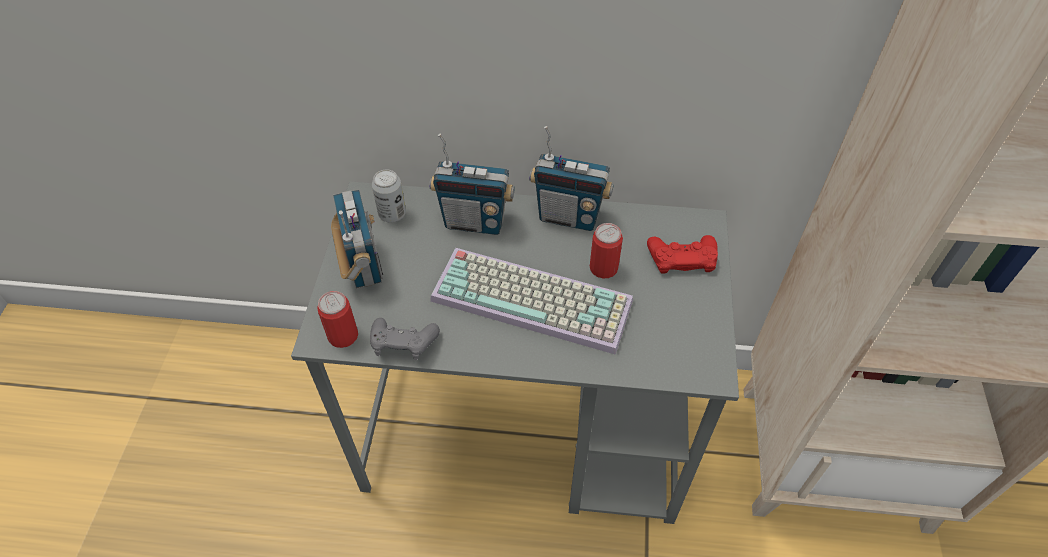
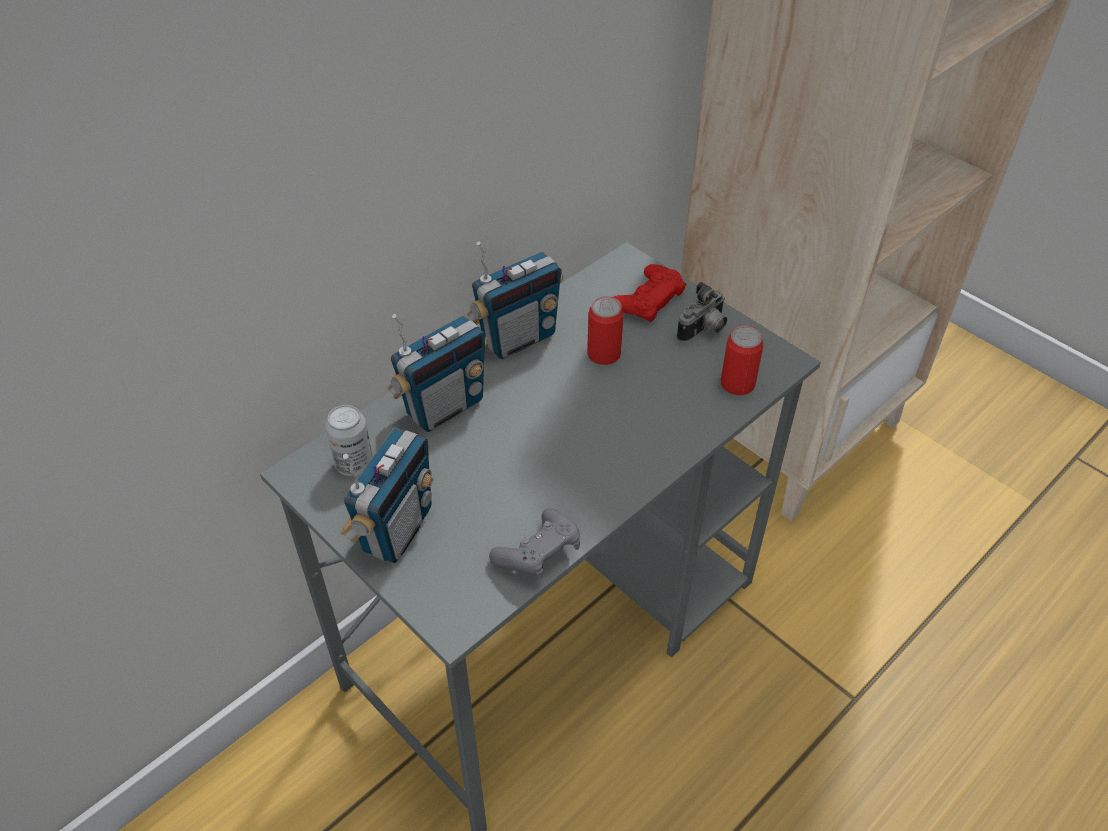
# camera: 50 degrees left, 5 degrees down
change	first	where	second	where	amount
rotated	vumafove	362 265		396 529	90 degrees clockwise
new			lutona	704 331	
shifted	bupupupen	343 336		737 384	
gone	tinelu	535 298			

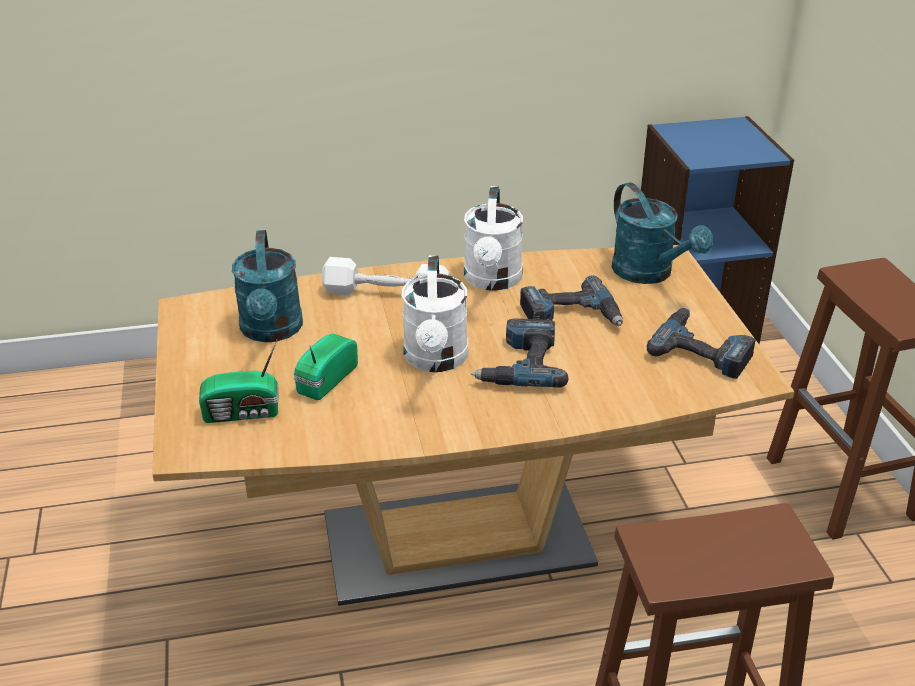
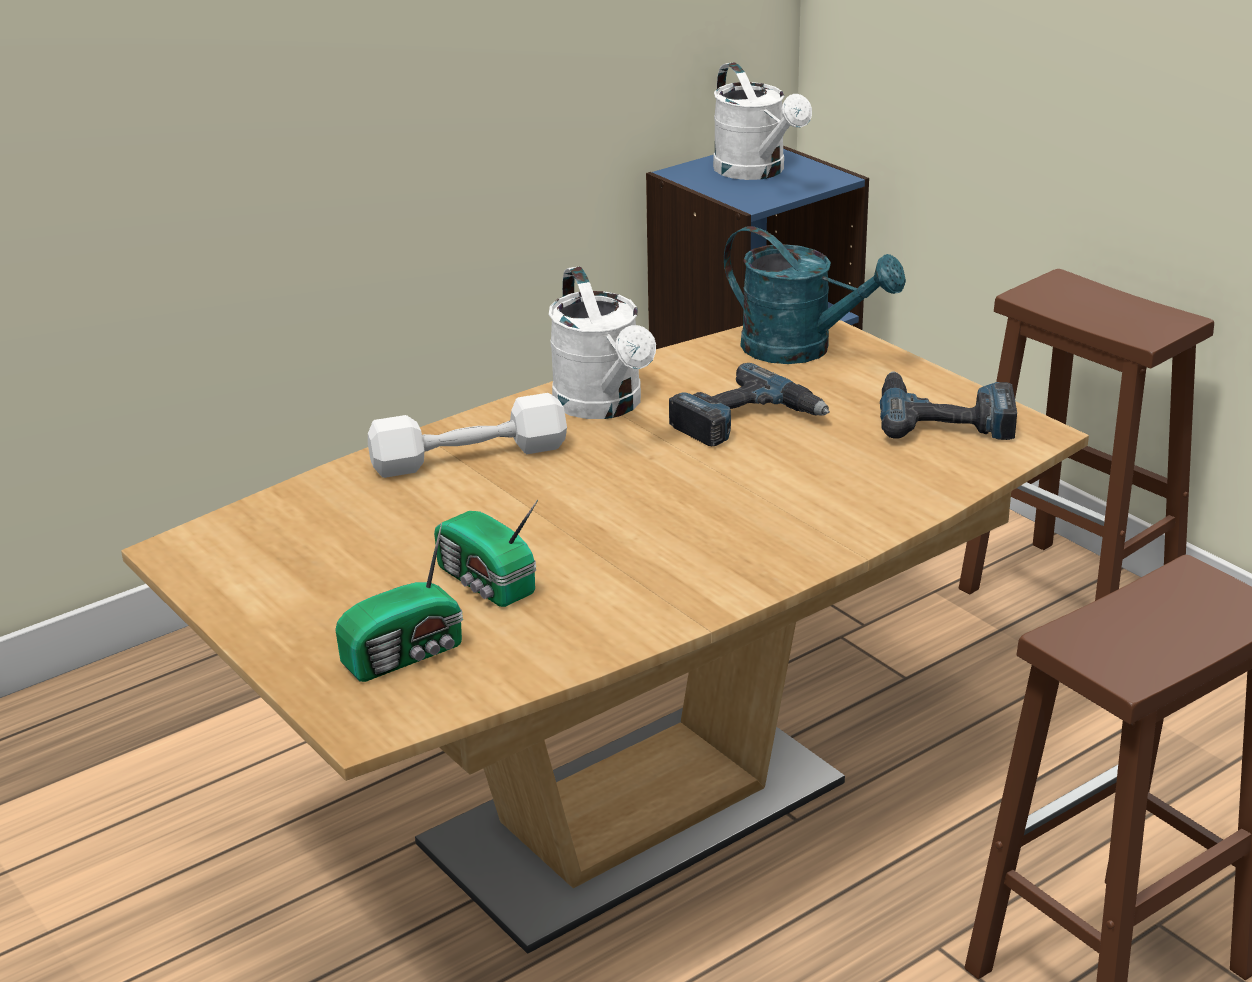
# camera: 25 degrees left, 5 degrees down
change	first	where	second	where	amount
rotated	vumafove	324 380		485 583	45 degrees counterclockwise
shifted	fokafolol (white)	436 360		756 172	
gone	fokafolol (turquoise)	271 331			
gone	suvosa	520 364			

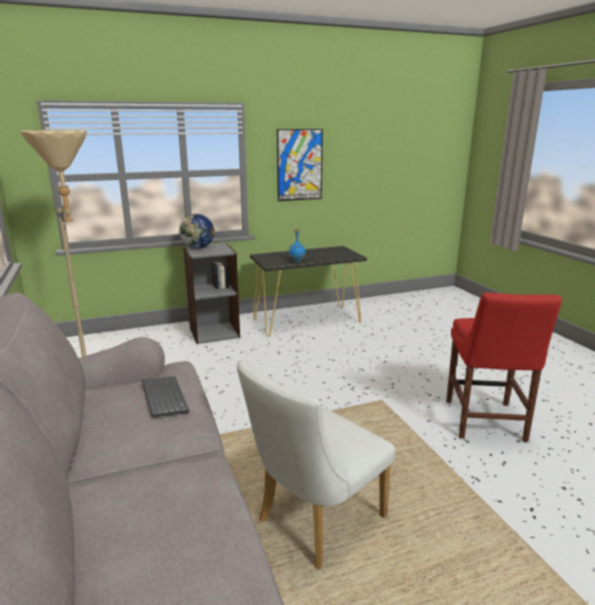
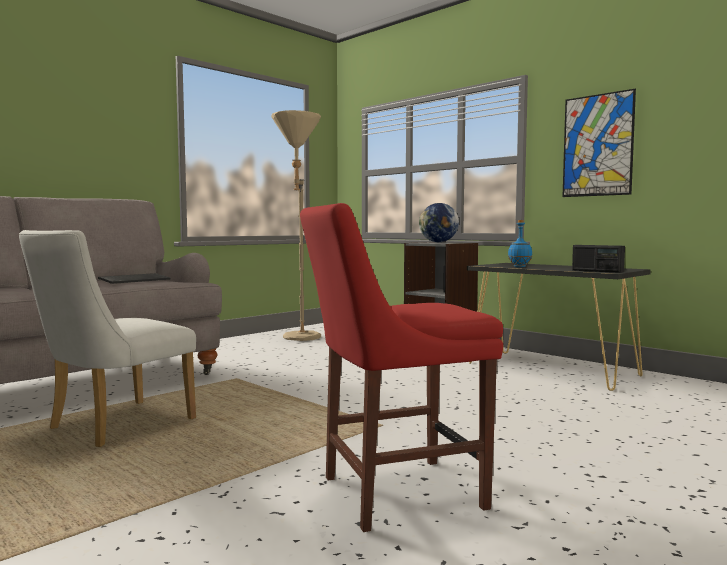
# camera: 65 degrees right, 15 degrees down
change	first	where	second	where	amount
rotated	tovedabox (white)	314 522		113 426	75 degrees counterclockwise
new			vumafove	597 271	

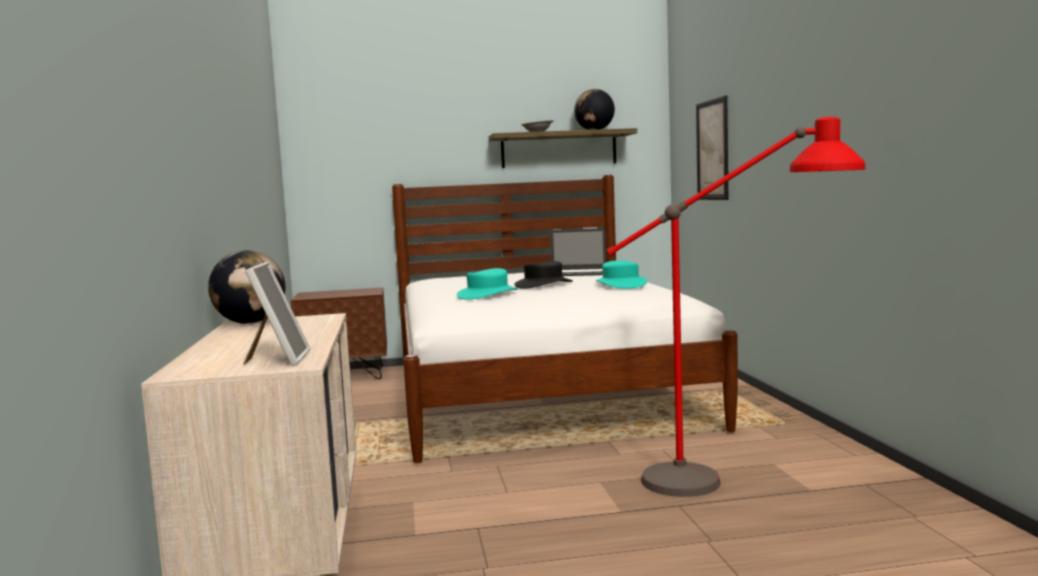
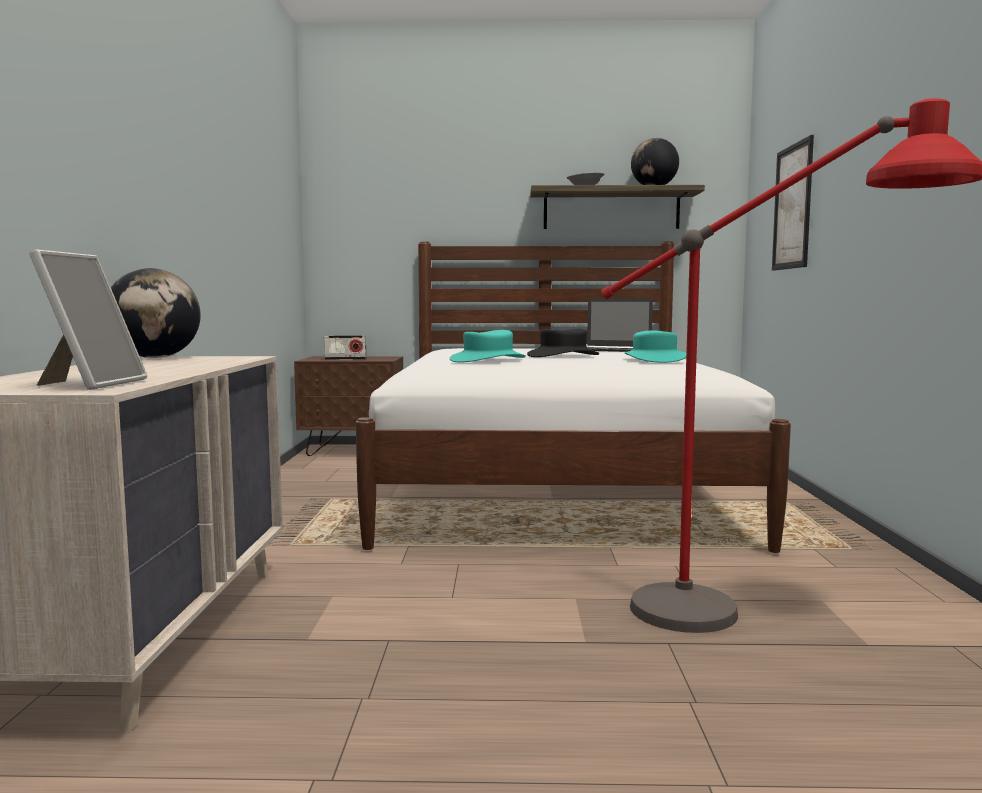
# camera: 10 degrees right, 0 degrees up
change	first	where	second	where	amount
new			vumafove	345 359	

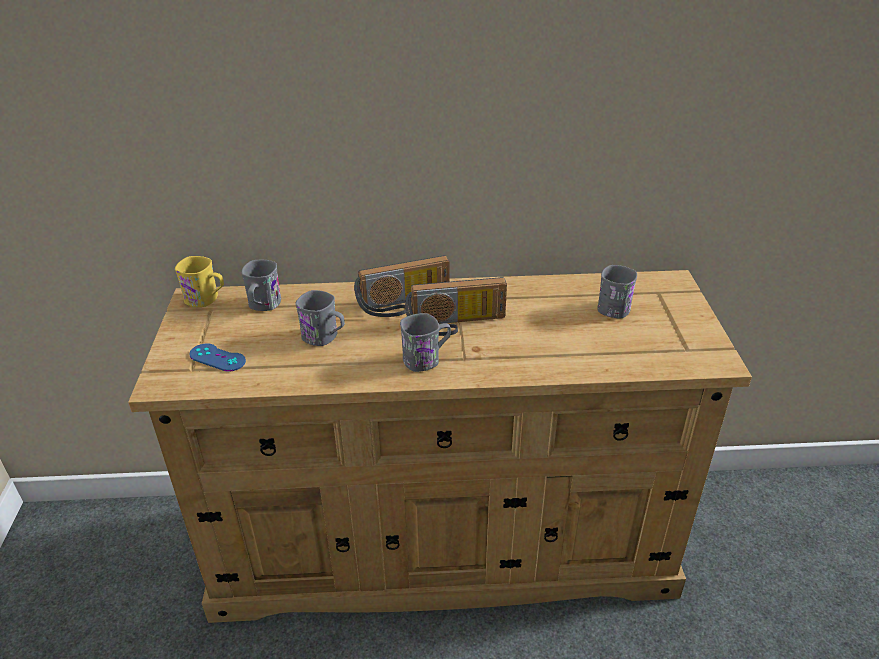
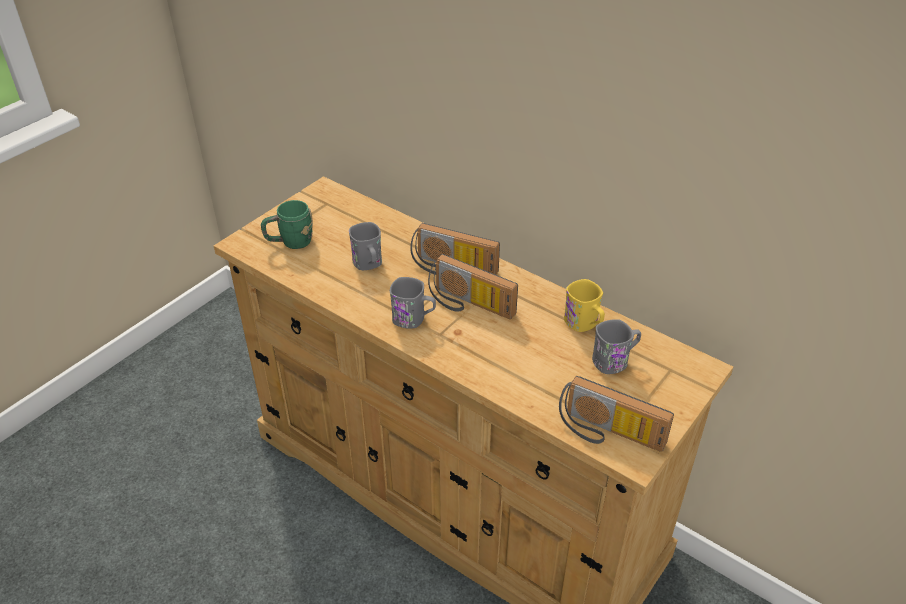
# camera: 40 degrees right, 5 degrees up
change	first	where	second	where	amount
swapped	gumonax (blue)	217 358	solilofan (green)	290 242	
new			vumafove	608 434	
shifted	solilofan (yellow)	207 299		584 324	
gone	solilofan (grey)	263 306			

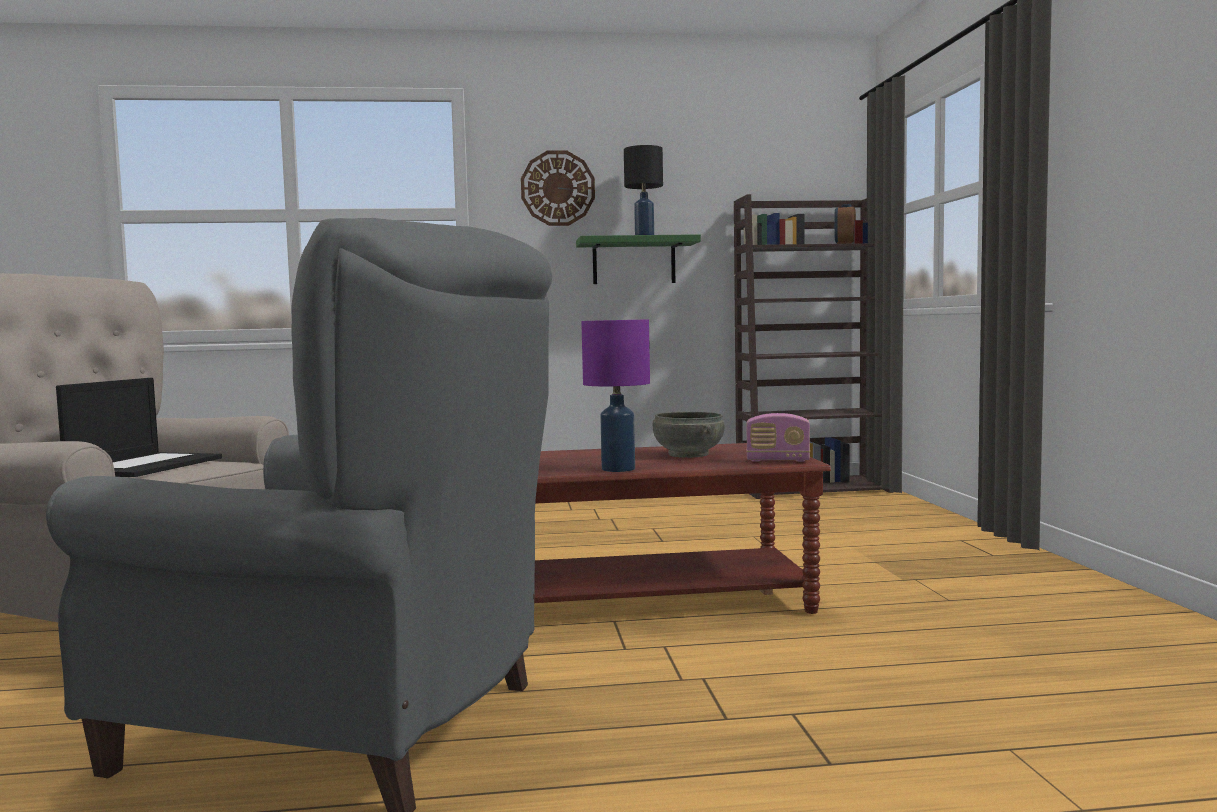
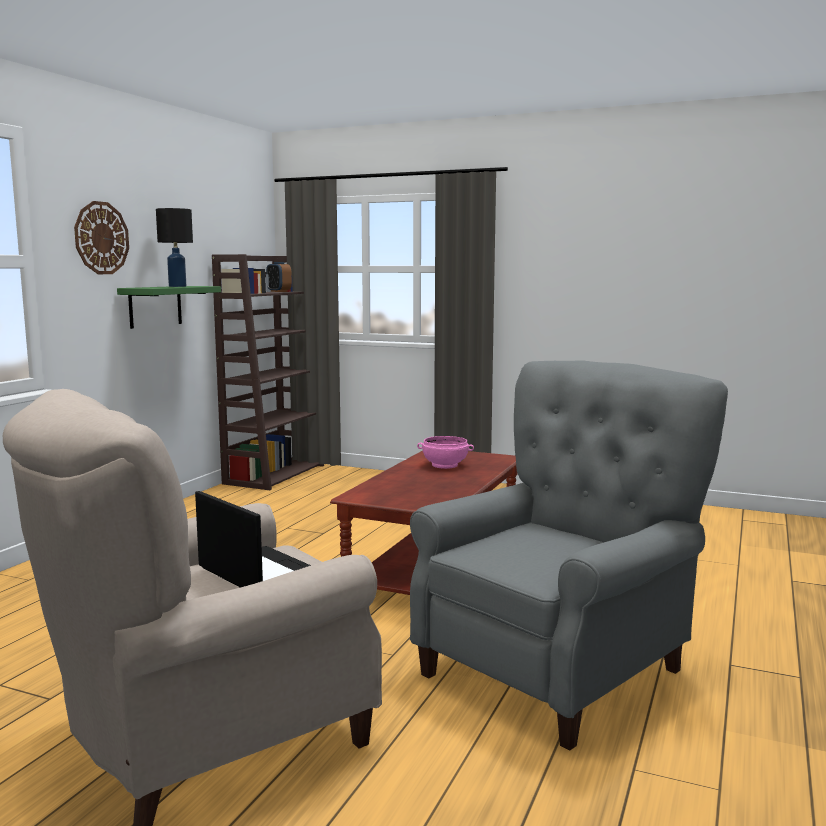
# camera: 60 degrees left, 5 degrees up
change	first	where	second	where	amount
repainted	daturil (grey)	687 454	daturil (pink)	445 465	
gone	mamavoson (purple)	619 469			
gone	vumafove	778 460			

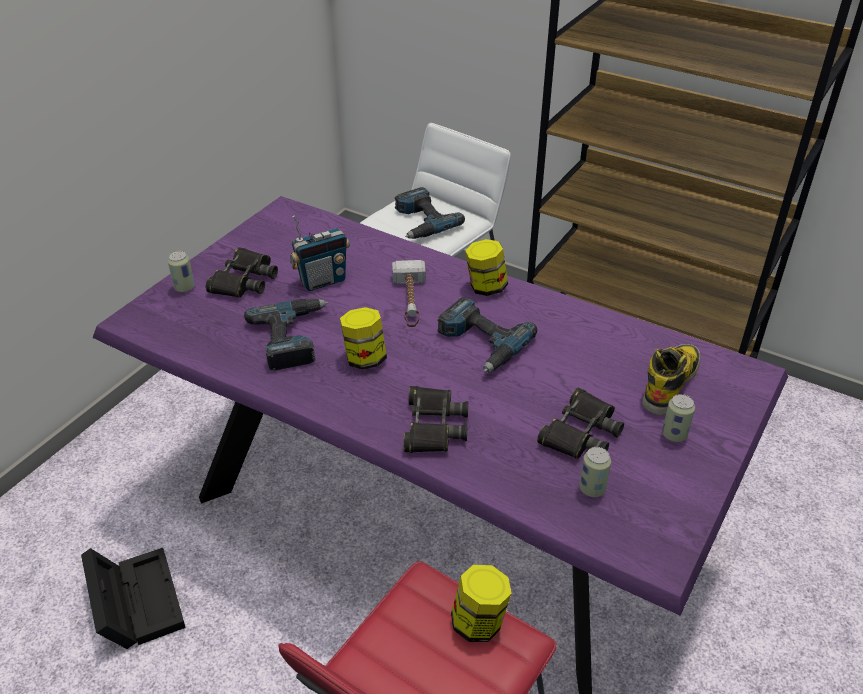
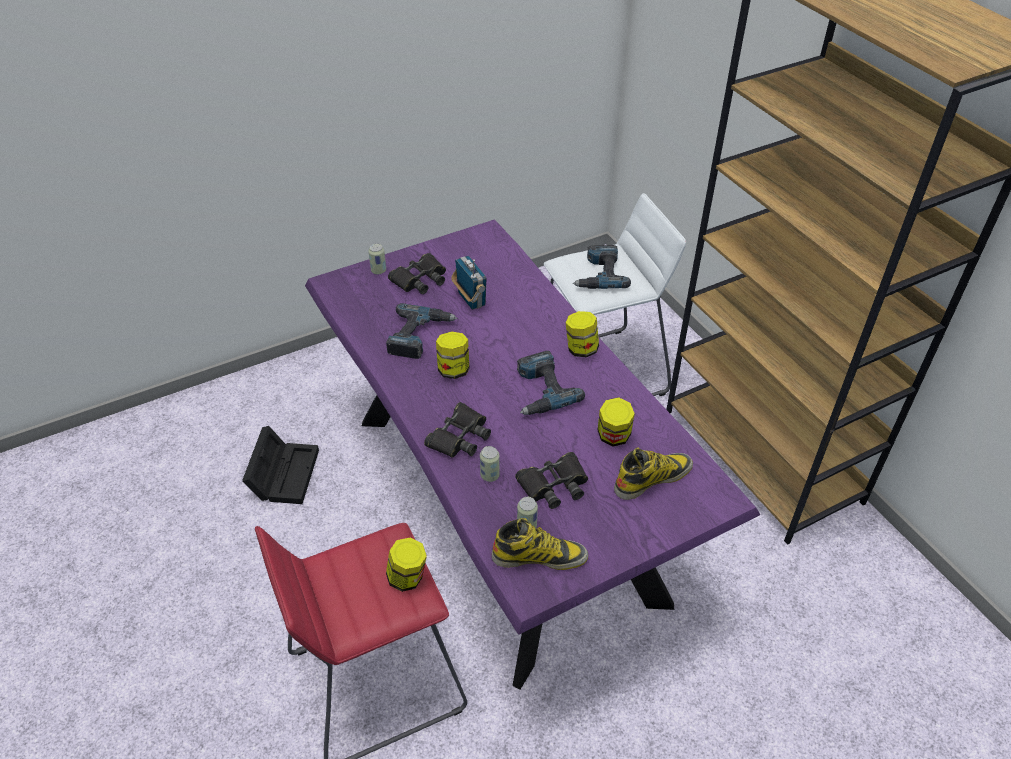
# camera: 30 degrees right, 5 degrees up
change	first	where	second	where	amount
rotated	vumafove	322 281		470 300	120 degrees counterclockwise
shifted	bupupupen	674 435		490 475	
new			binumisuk	539 556	
new			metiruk	613 437	
gone	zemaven	410 301			

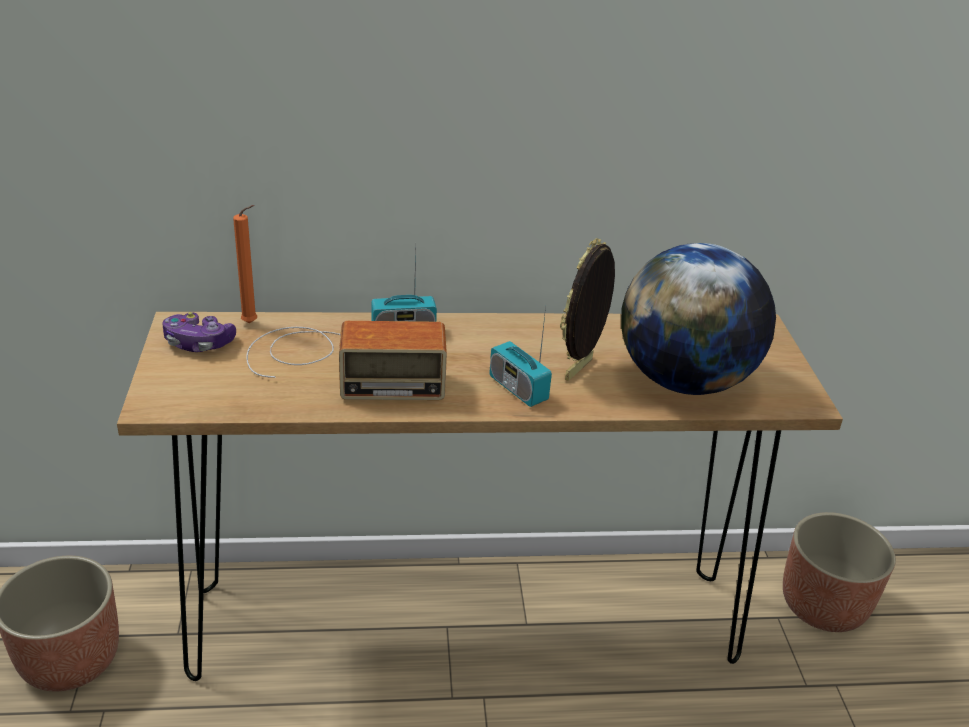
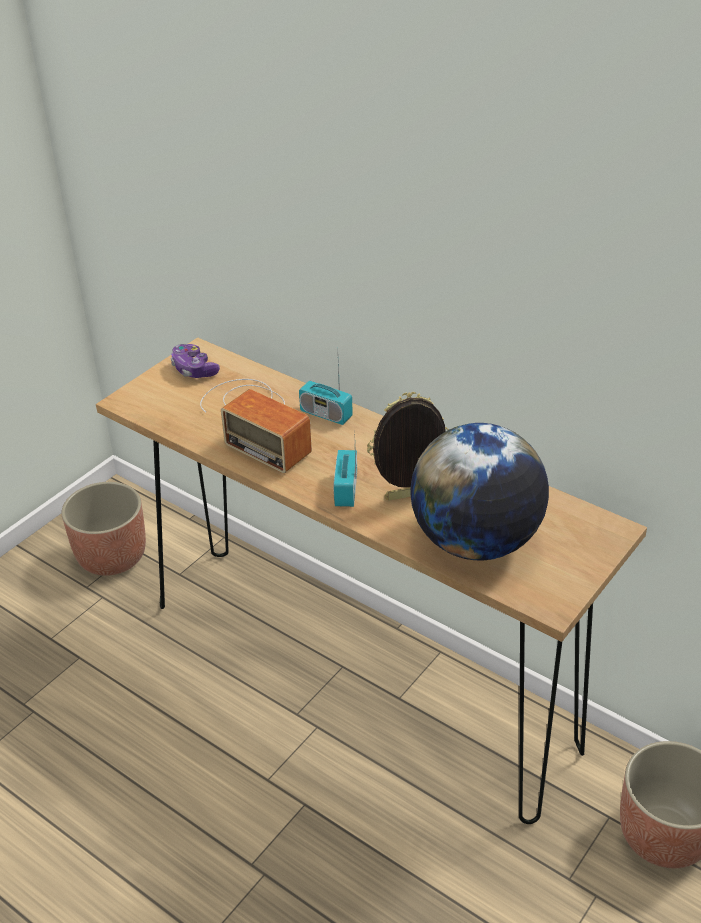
# camera: 45 degrees right, 5 degrees up
change	first	where	second	where	amount
gone	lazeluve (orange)	252 323			

